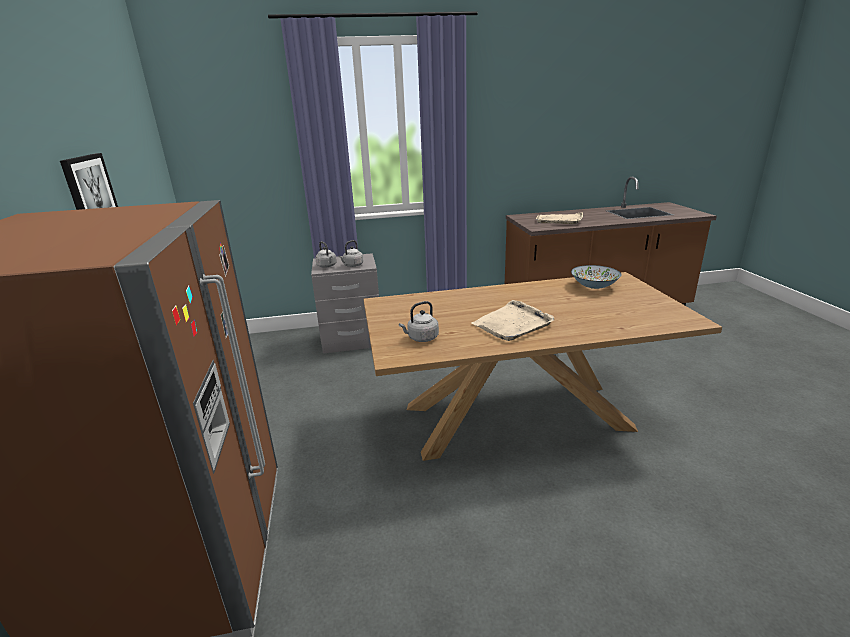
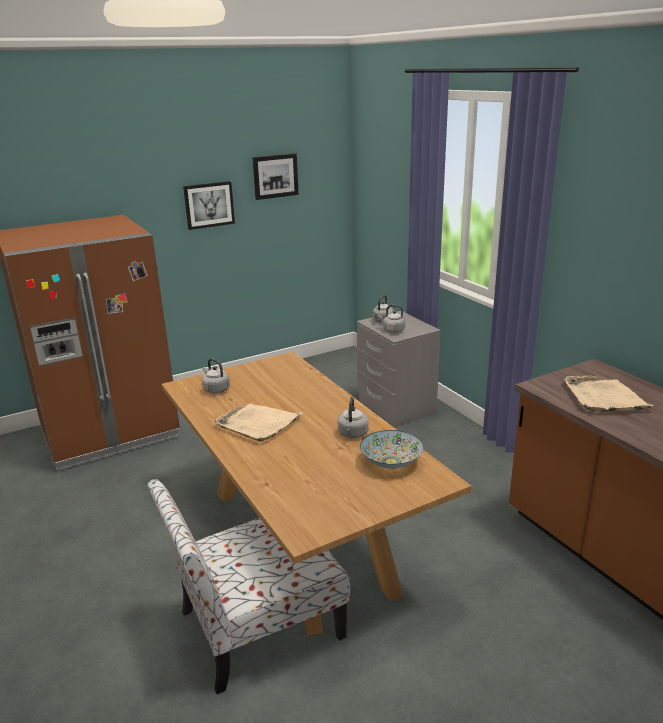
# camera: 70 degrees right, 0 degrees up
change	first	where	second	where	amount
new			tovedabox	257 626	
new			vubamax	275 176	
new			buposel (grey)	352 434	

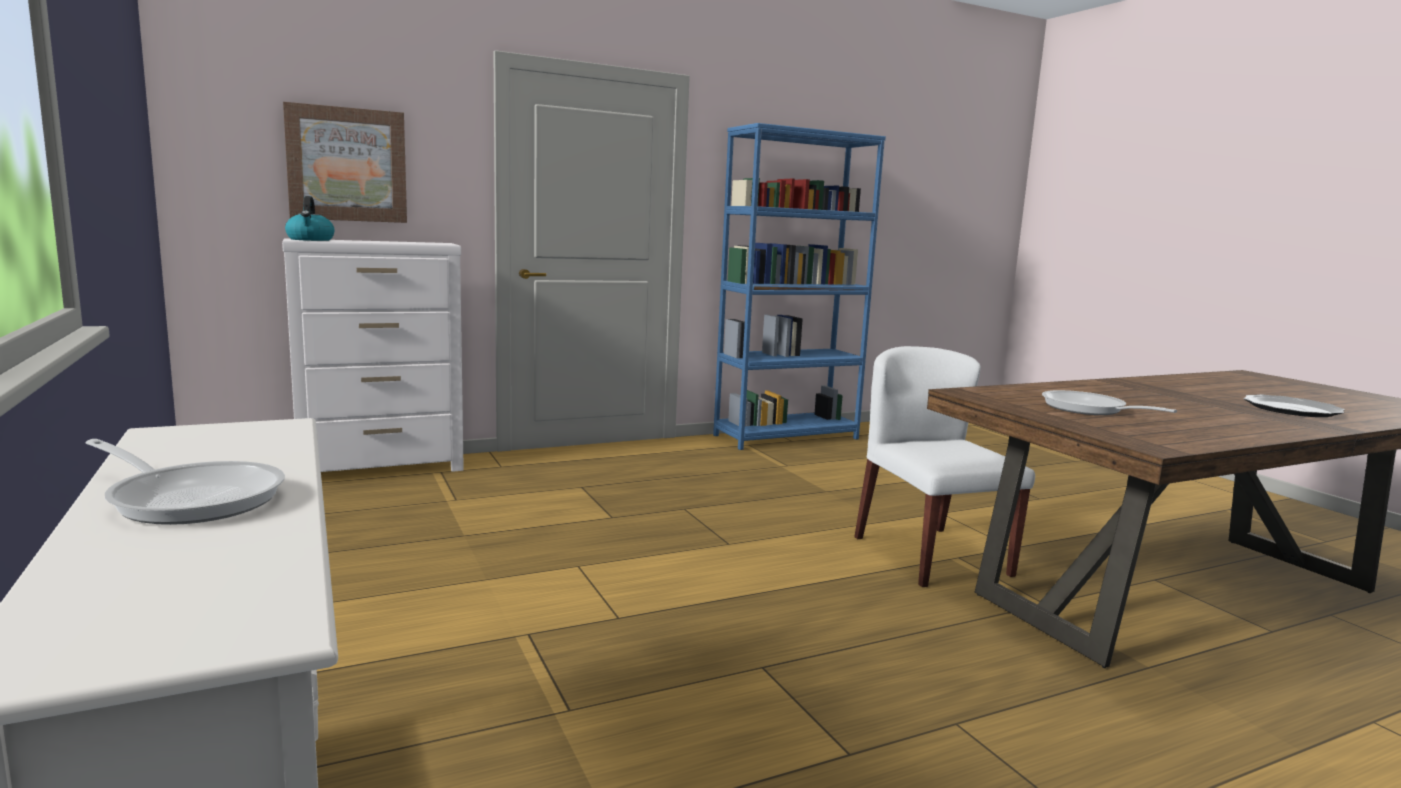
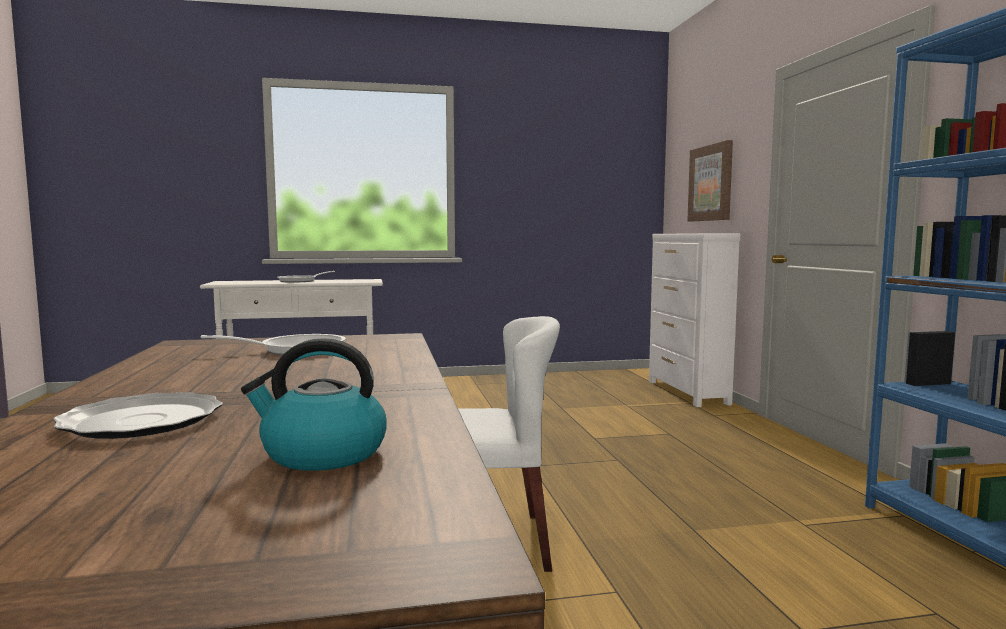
# camera: 105 degrees right, 5 degrees down
change	first	where	second	where	amount
shifted	buposel	310 240		322 454	

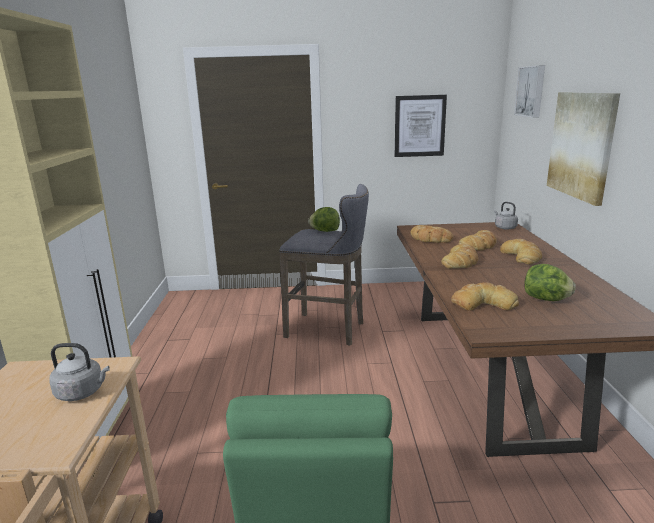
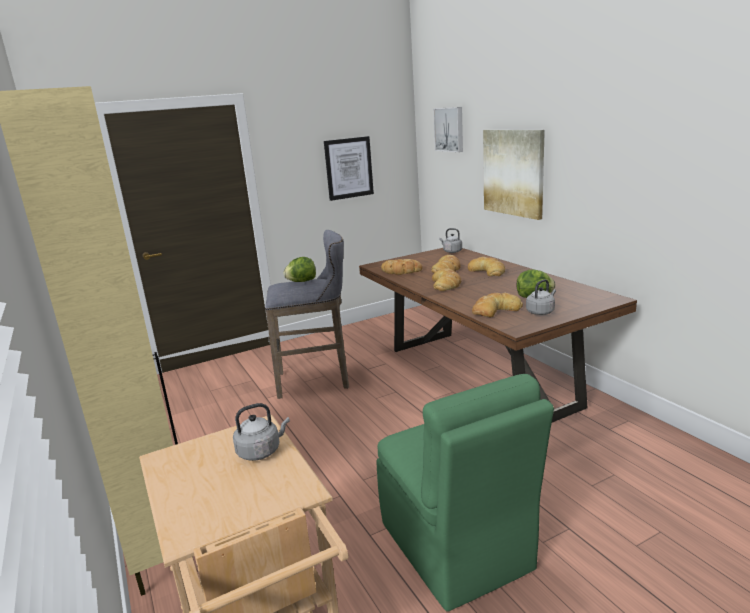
# camera: 25 degrees left, 0 degrees up
change	first	where	second	where	amount
new			buposel (grey)	541 312	

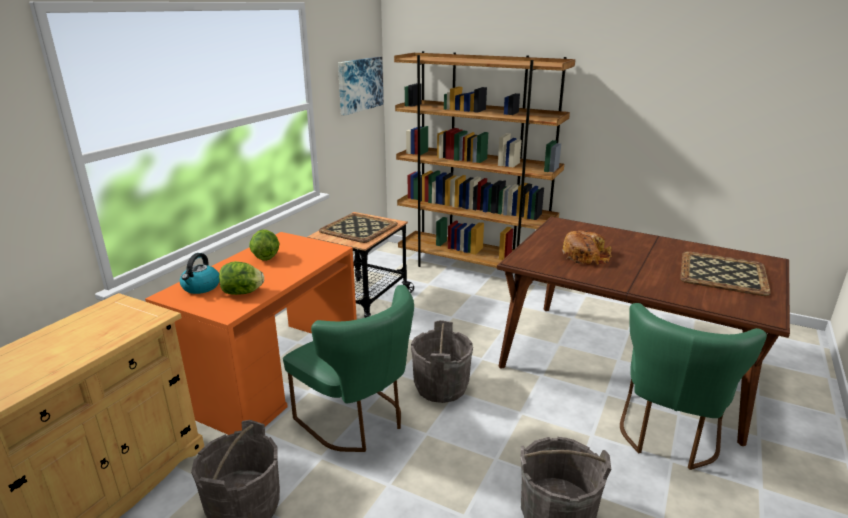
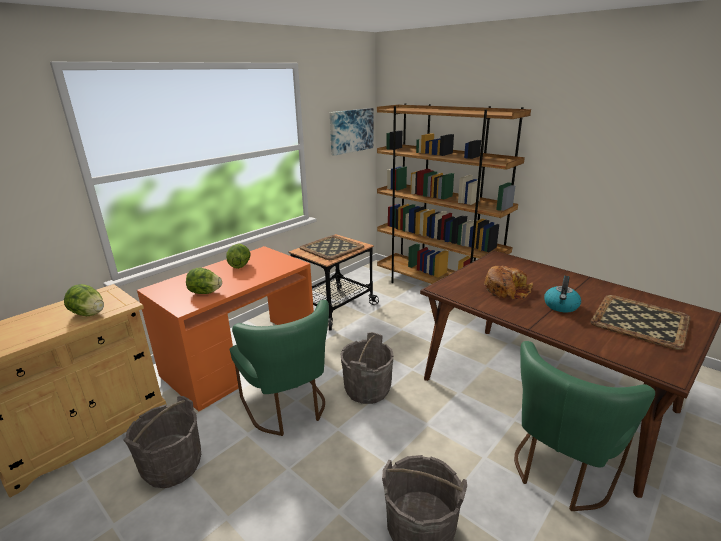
# camera: 15 degrees right, 0 degrees up
change	first	where	second	where	amount
new			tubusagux	89 314	
shifted	buposel	201 287		561 306	

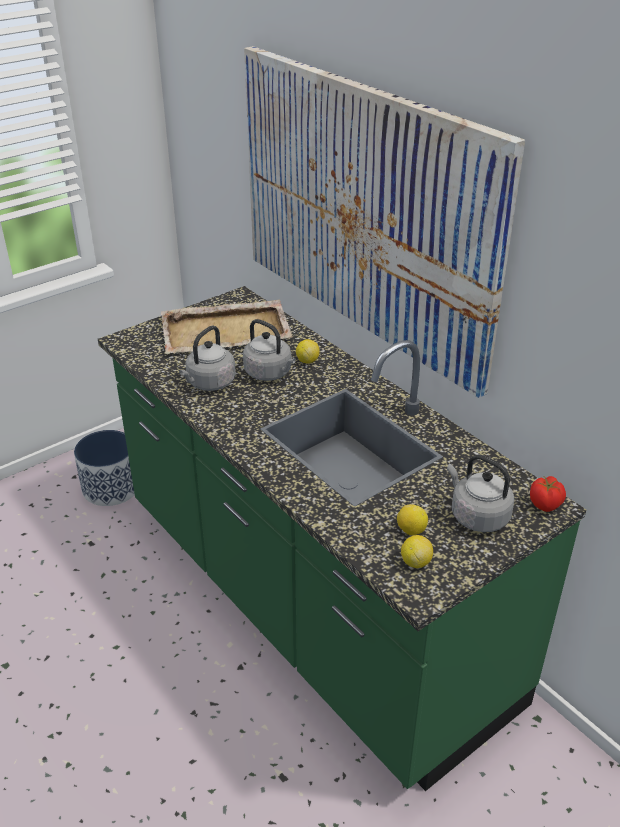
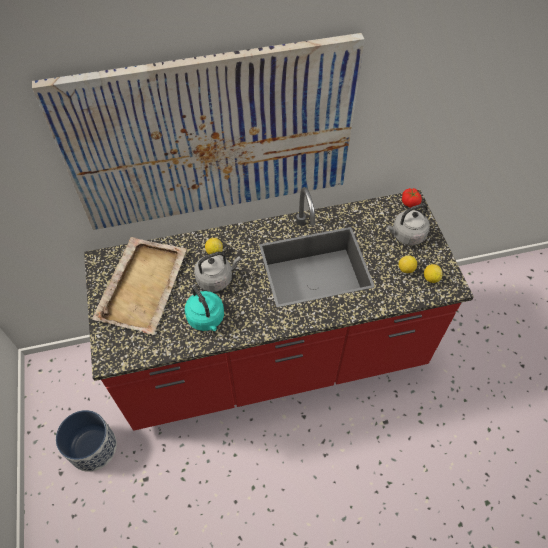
# camera: 65 degrees left, 20 degrees up
change	first	where	second	where	amount
repainted	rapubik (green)	310 602	rapubik (red)	274 358	
repainted	buposel (grey)	209 383	buposel (turquoise)	207 319	

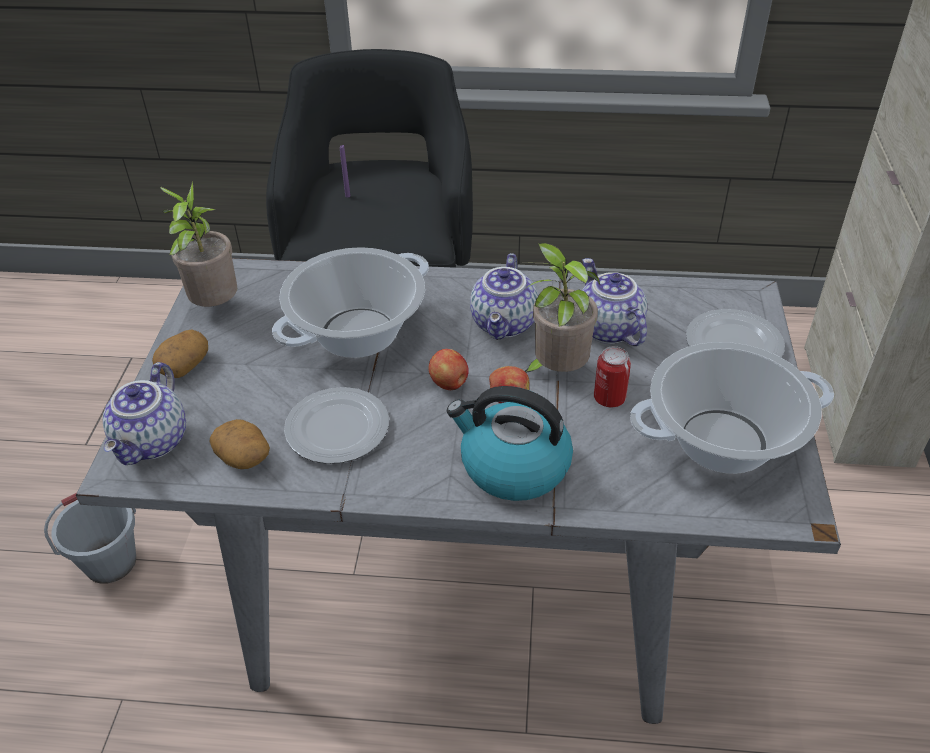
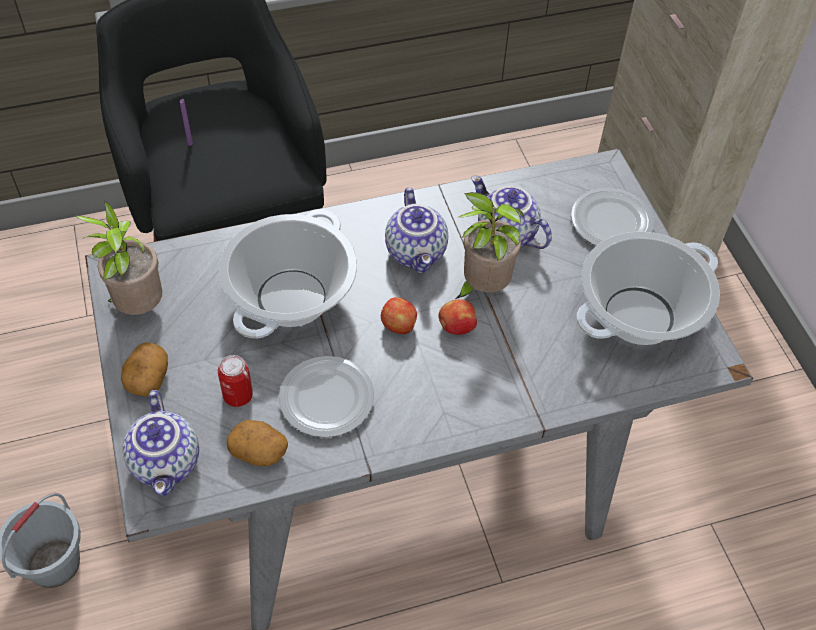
# camera: 25 degrees left, 10 degrees up
change	first	where	second	where	amount
shifted	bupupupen	609 398		238 395	
gone	buposel	513 466			

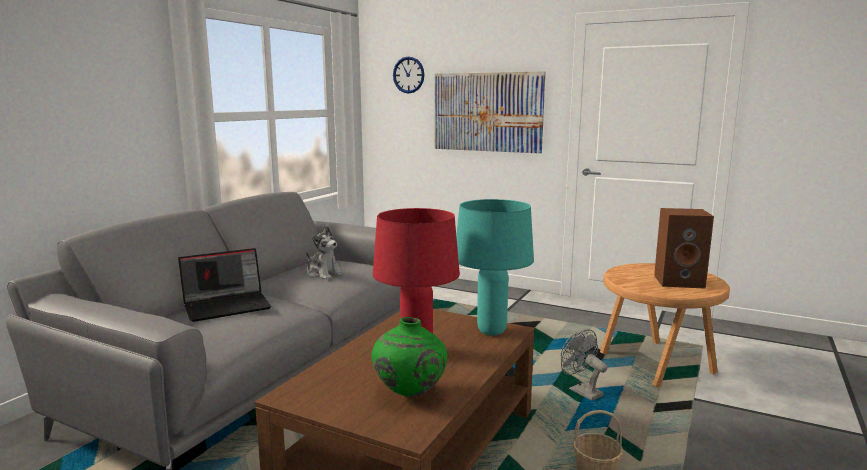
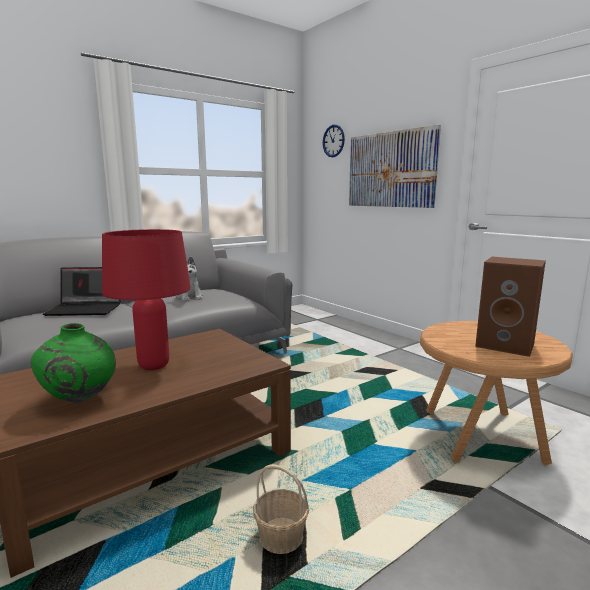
# camera: 25 degrees right, 0 degrees up
change	first	where	second	where	amount
gone	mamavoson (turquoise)	492 331			
gone	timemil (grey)	581 391			

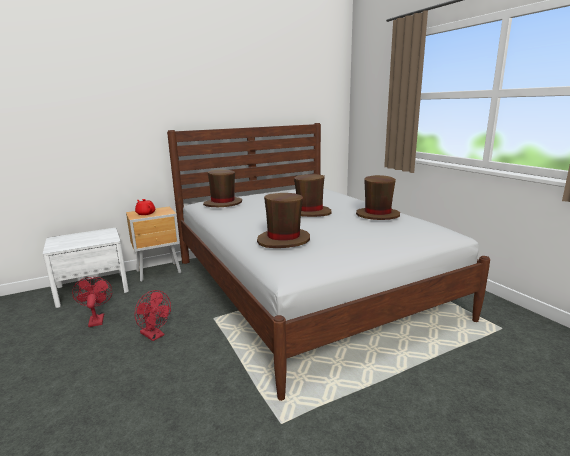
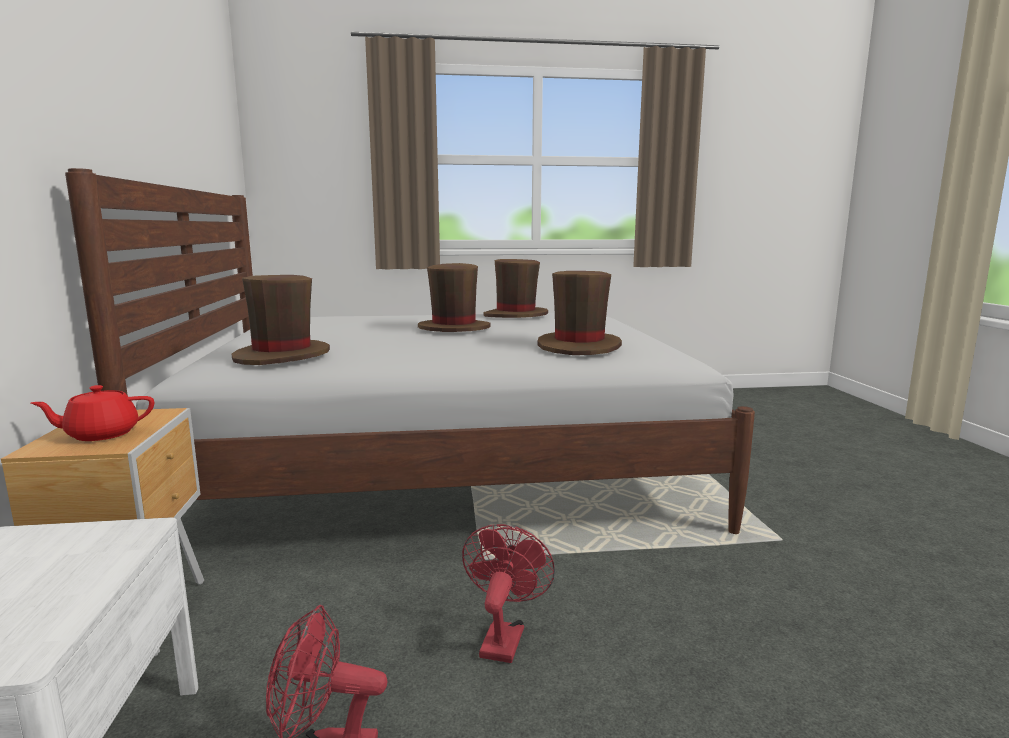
# camera: 70 degrees left, 5 degrees down
change	first	where	second	where	amount
rotated	timemil (red)	155 335		503 637	45 degrees counterclockwise

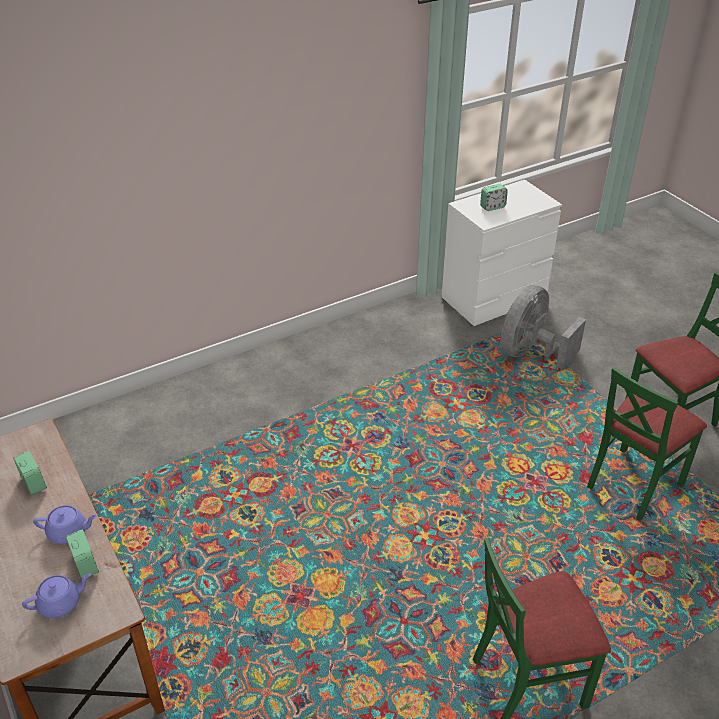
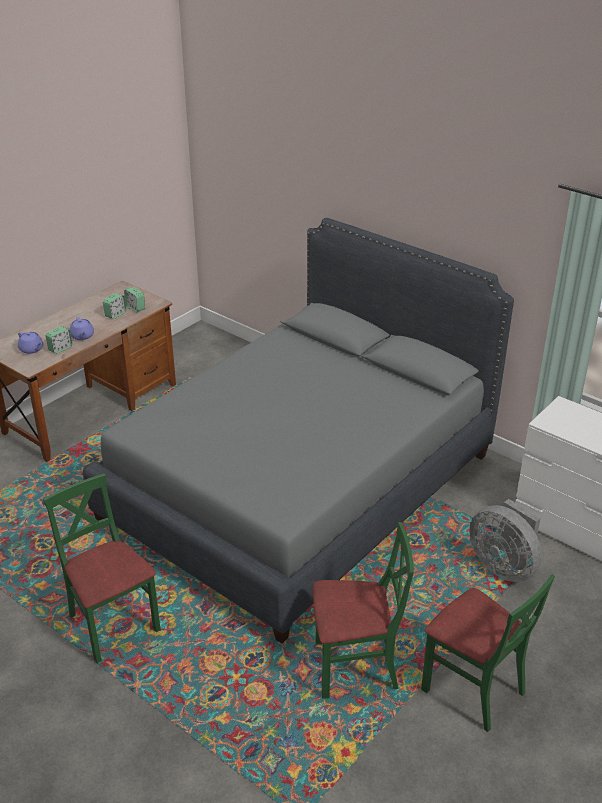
# camera: 70 degrees right, 5 degrees down
change	first	where	second	where	amount
new			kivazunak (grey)	301 487	
shifted	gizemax	492 207		135 308	
rotated	tovedabox (green)	633 484		355 667	150 degrees clockwise
rotated	timemil (grey)	530 352		504 566	150 degrees counterclockwise

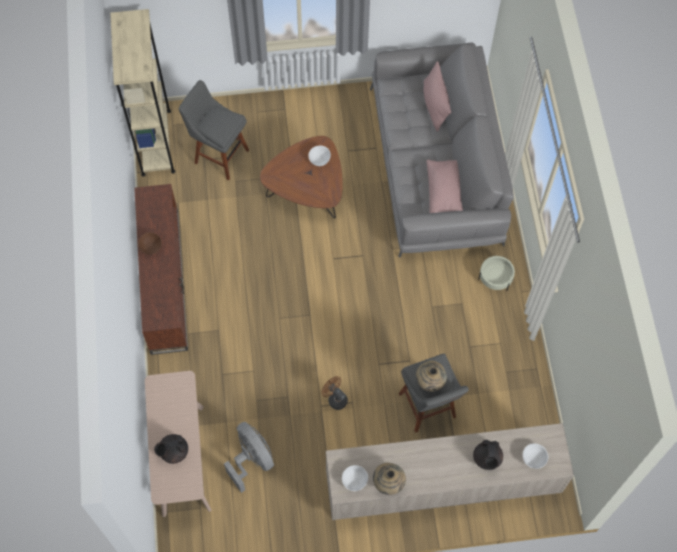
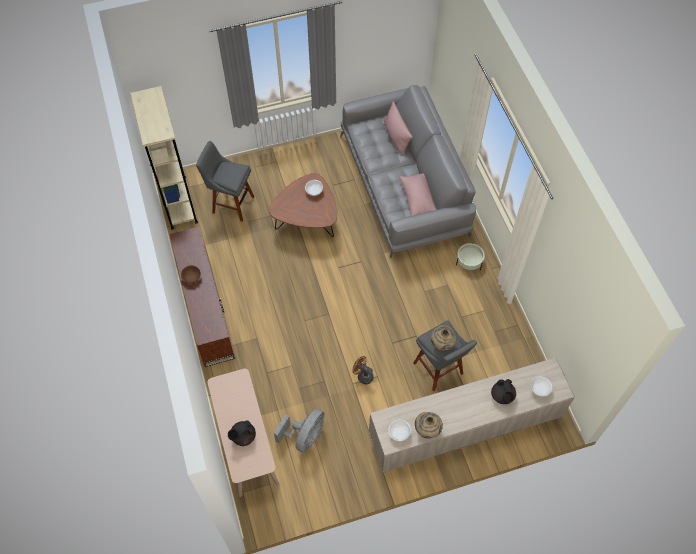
# camera: 10 degrees left, 5 degrees down
change	first	where	second	where	amount
rotated	timemil (grey)	251 459		305 437	75 degrees clockwise

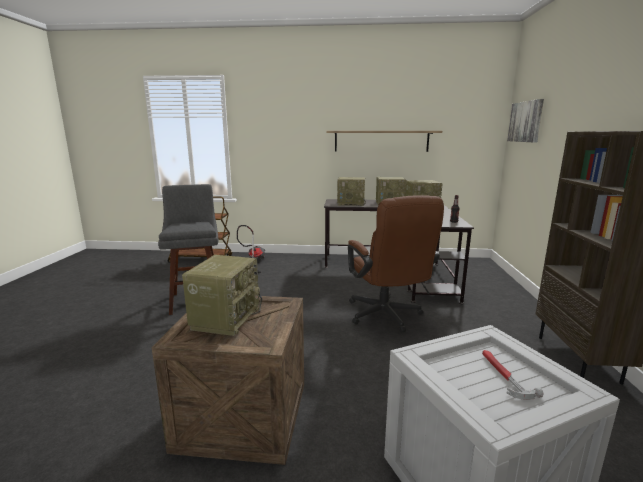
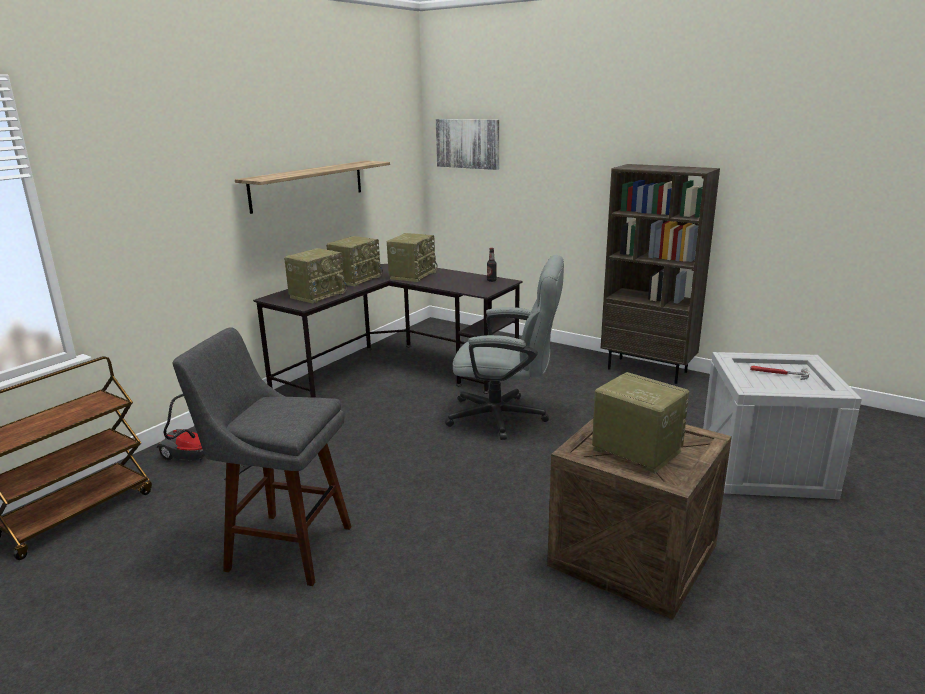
# camera: 60 degrees left, 5 degrees up
change	first	where	second	where	amount
repainted	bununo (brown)	387 317	bununo (grey)	506 417	

